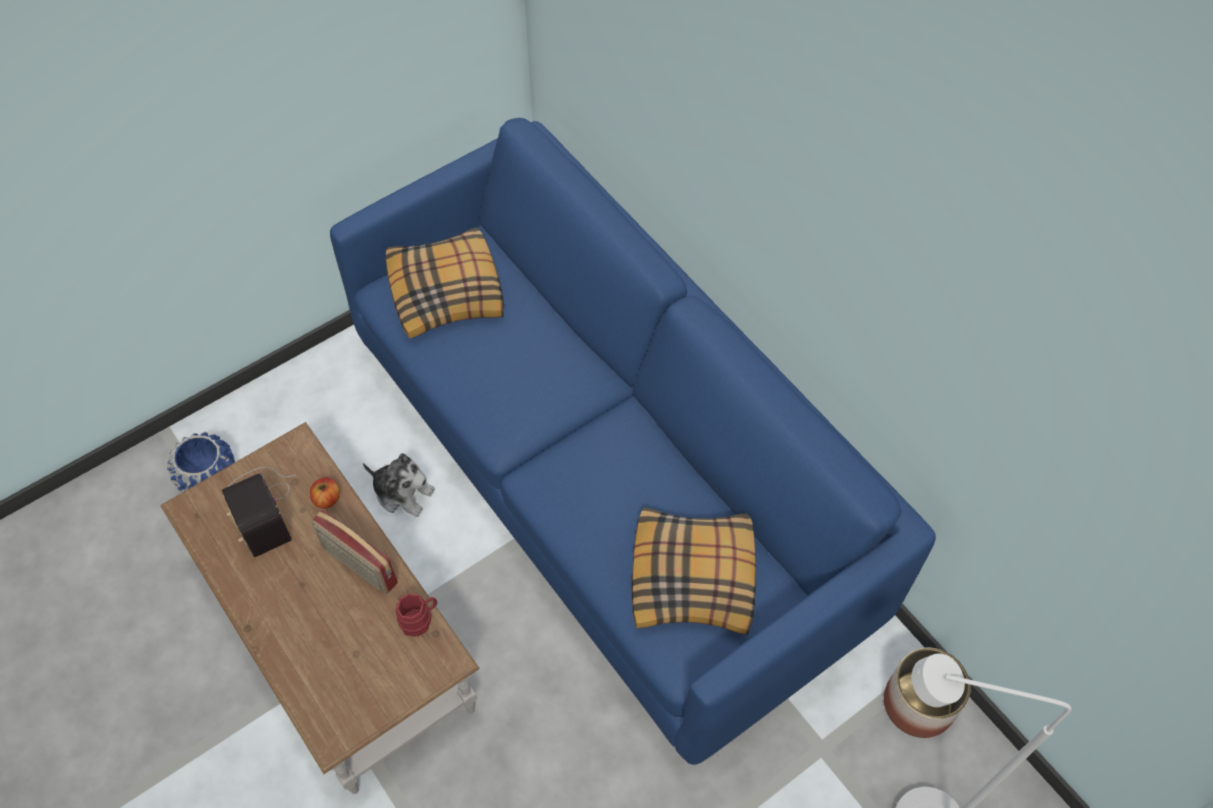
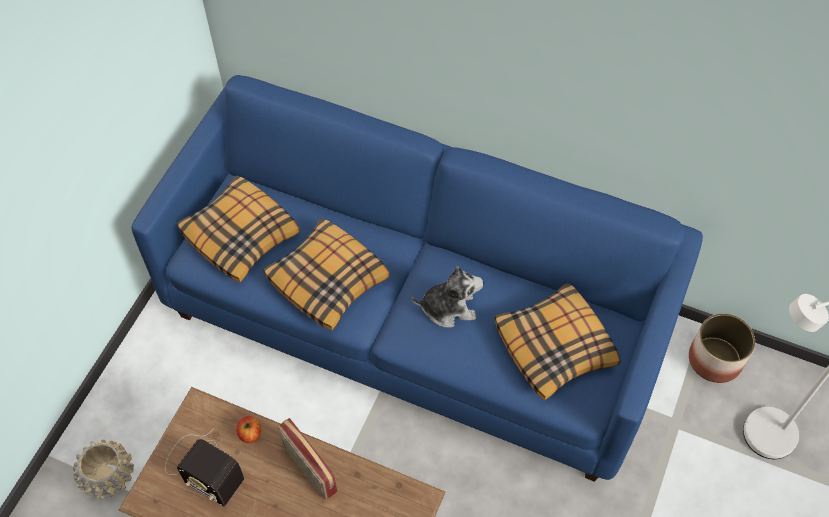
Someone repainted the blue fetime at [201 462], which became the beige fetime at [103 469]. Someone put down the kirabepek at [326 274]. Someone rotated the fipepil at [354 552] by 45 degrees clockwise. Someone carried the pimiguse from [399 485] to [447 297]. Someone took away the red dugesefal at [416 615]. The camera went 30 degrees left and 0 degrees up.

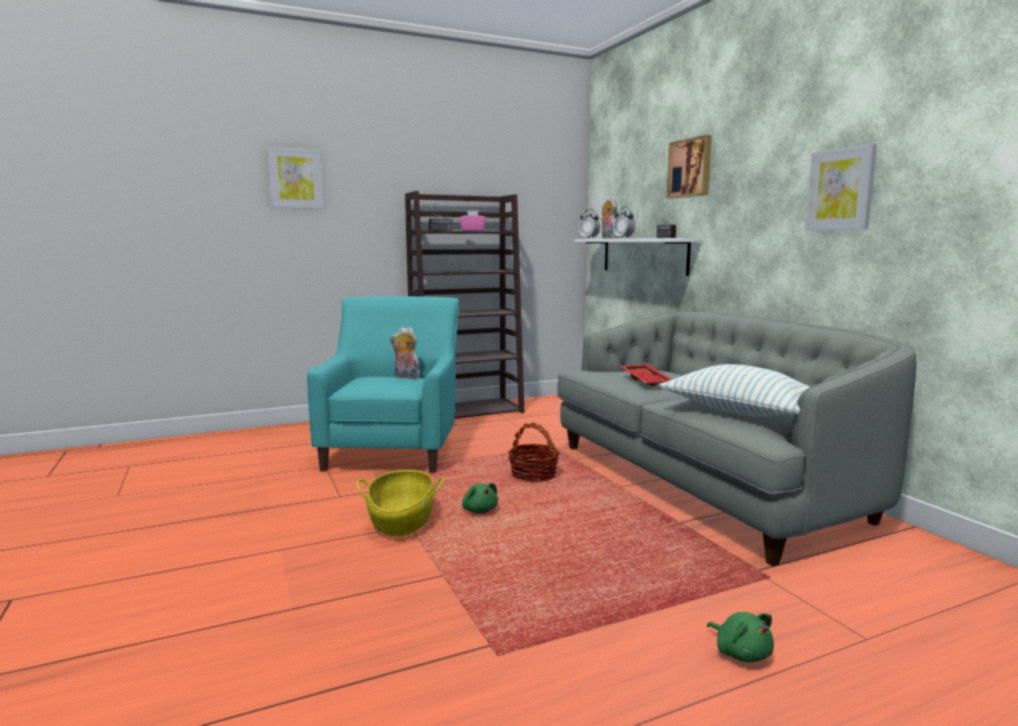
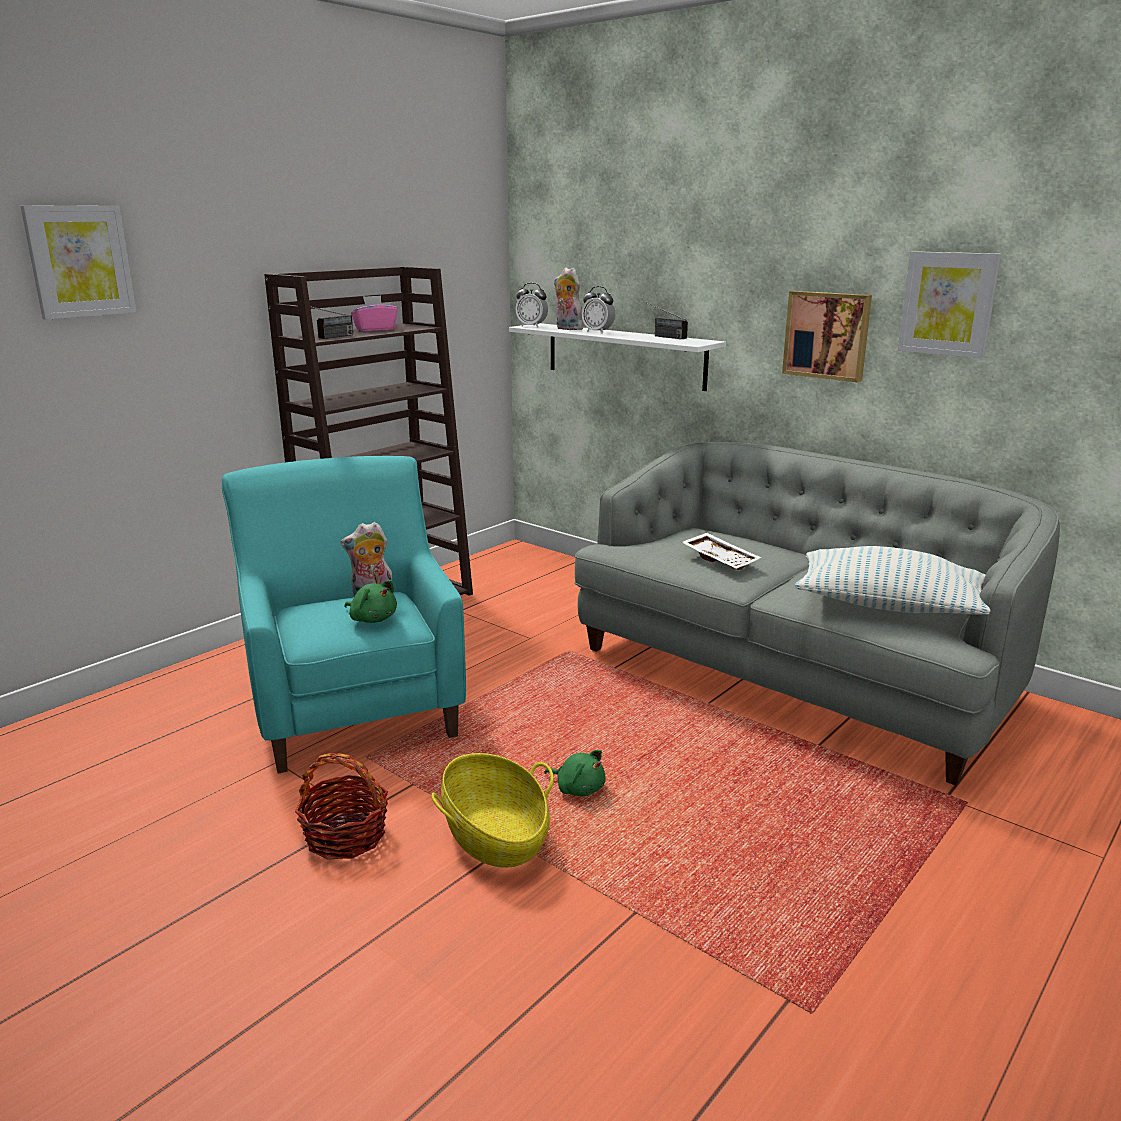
Someone carried the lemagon from [534 452] to [341 806]. Someone carried the green pimiguse from [740 637] to [371 601]. Someone repainted the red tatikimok at [647 375], which became the white tatikimok at [722 551]. Someone carried the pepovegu from [689 167] to [827 336]. The camera went 25 degrees left and 10 degrees up.

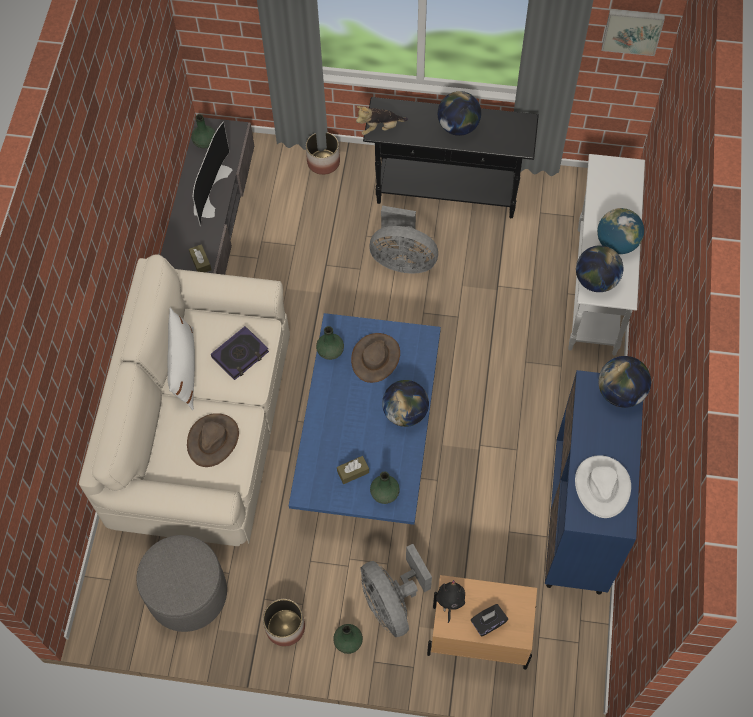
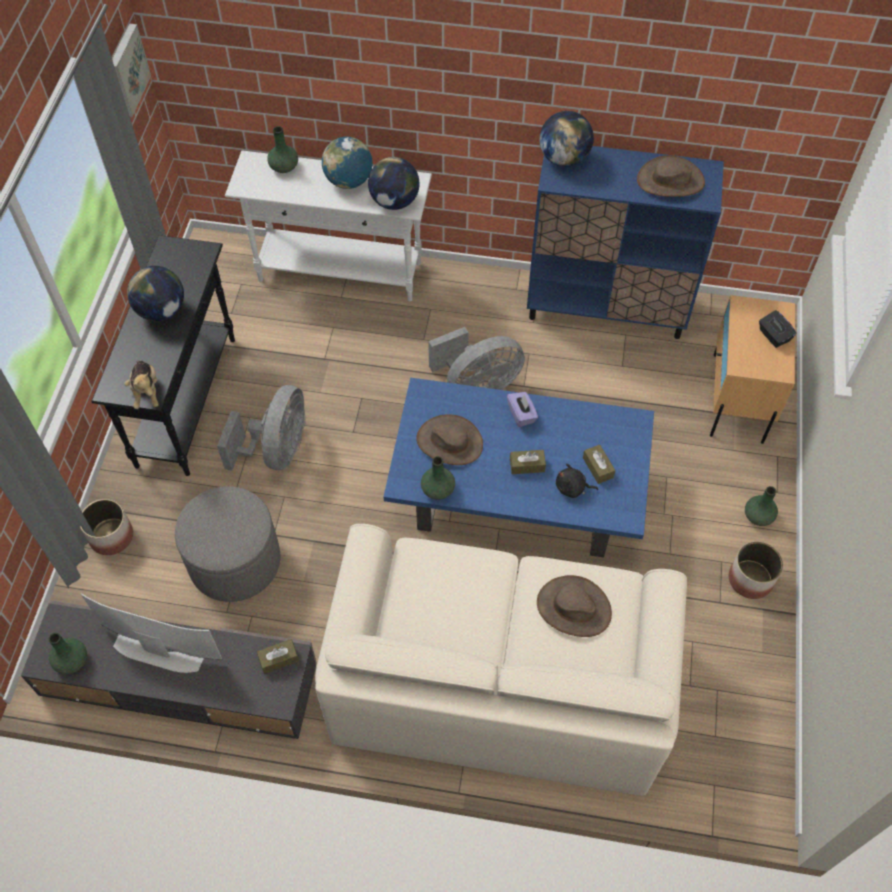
Someone carried the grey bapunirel from [181 583] to [228 544]. Someone carried the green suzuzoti from [385 487] to [282 149]. Someone carried the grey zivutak from [396 590] to [476 358]. Someone swapped the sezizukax at [405 403] for the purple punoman at [522 409]. Someone put down the brown punoman at [528 462]. Someone carried the black pimiguse from [450 601] to [577 481]. Someone repainted the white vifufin at [603 486], which became the brown vifufin at [671 176]. Someone took away the white kirabepek at [181 359]. Someone took away the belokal at [240 353]. The camera went 90 degrees left and 5 degrees down.

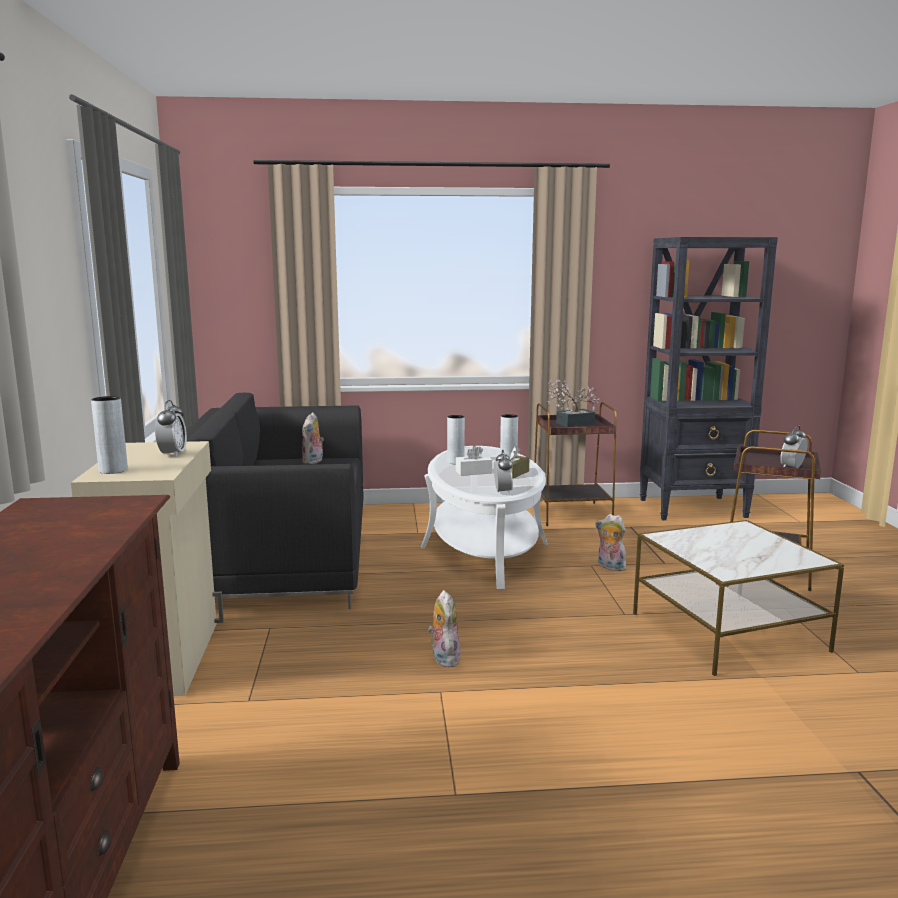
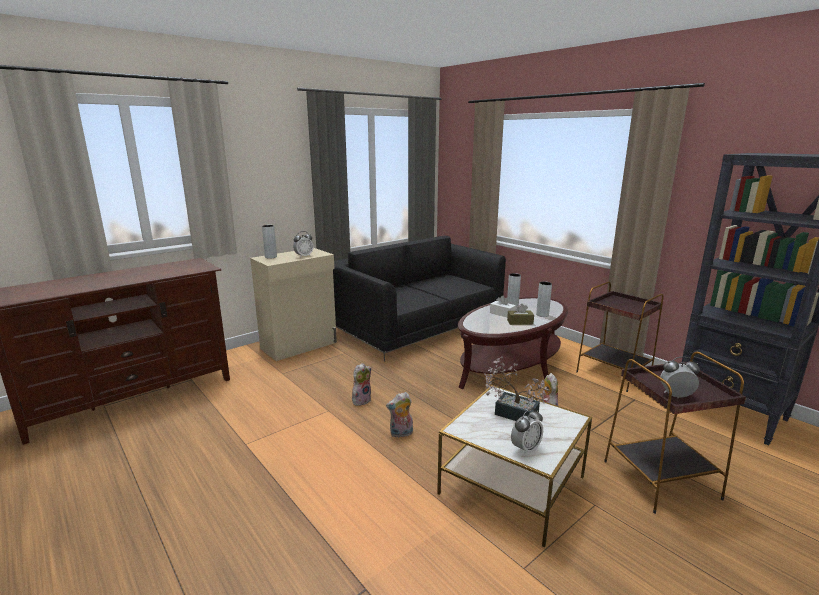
Someone carried the pimiguse from [313 438] to [399 415]. Someone repainted the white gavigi at [484 517], which became the brown gavigi at [513 343]. Someone carried the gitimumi from [573 403] to [516 388]. Someone carried the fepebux from [503 472] to [527 432]. The camera went 55 degrees right and 5 degrees up.

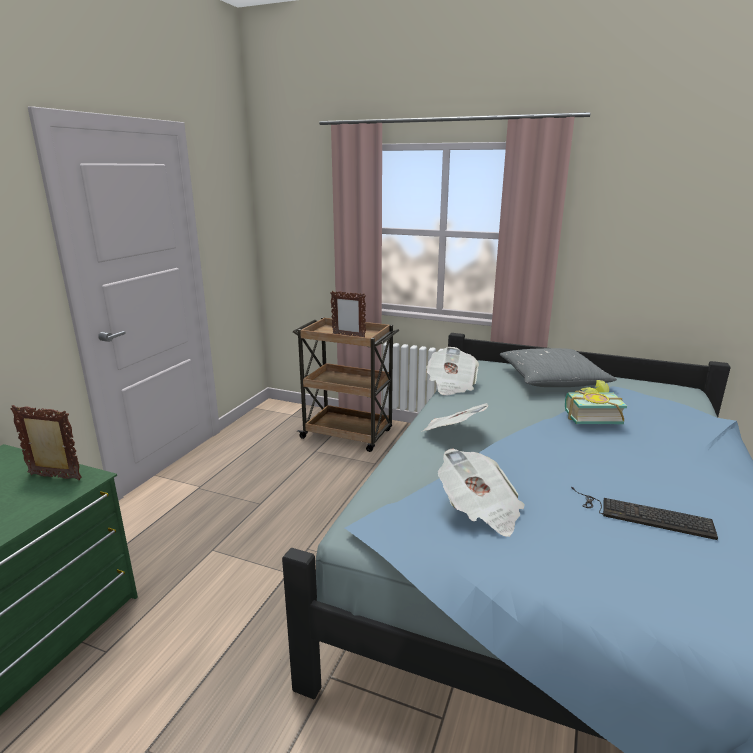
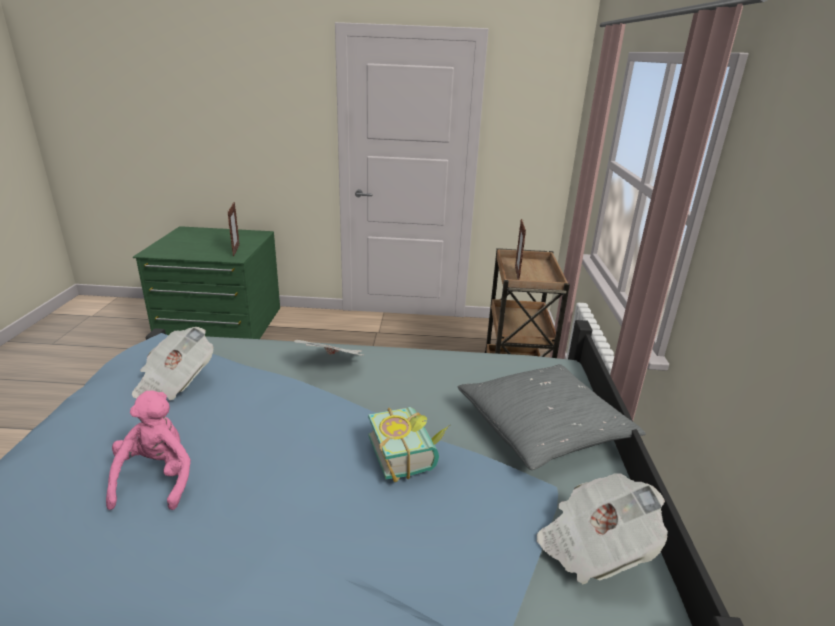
Someone swapped the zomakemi at [644 513] for the pink pimiguse at [148 450]. Someone carried the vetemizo from [452 371] to [602 528]. The camera went 70 degrees right and 5 degrees up.

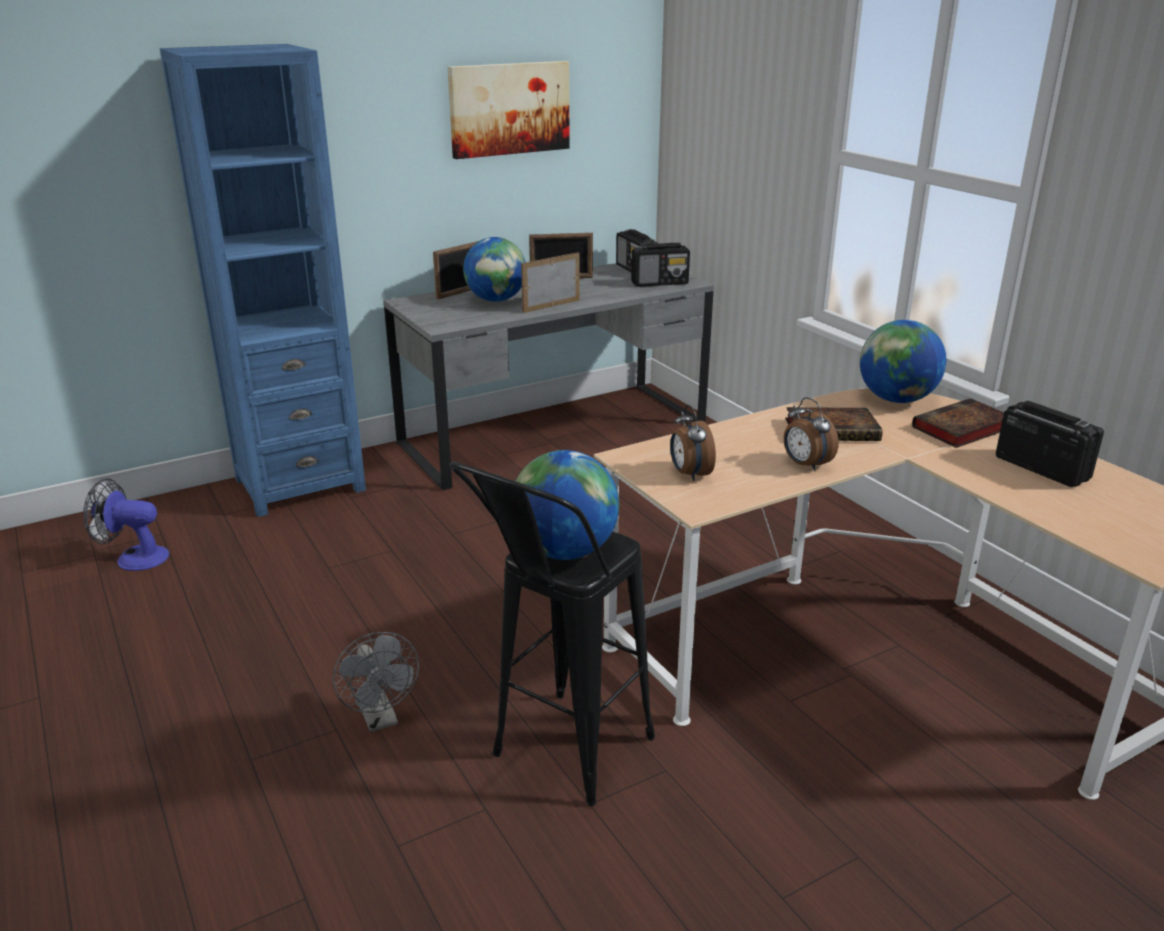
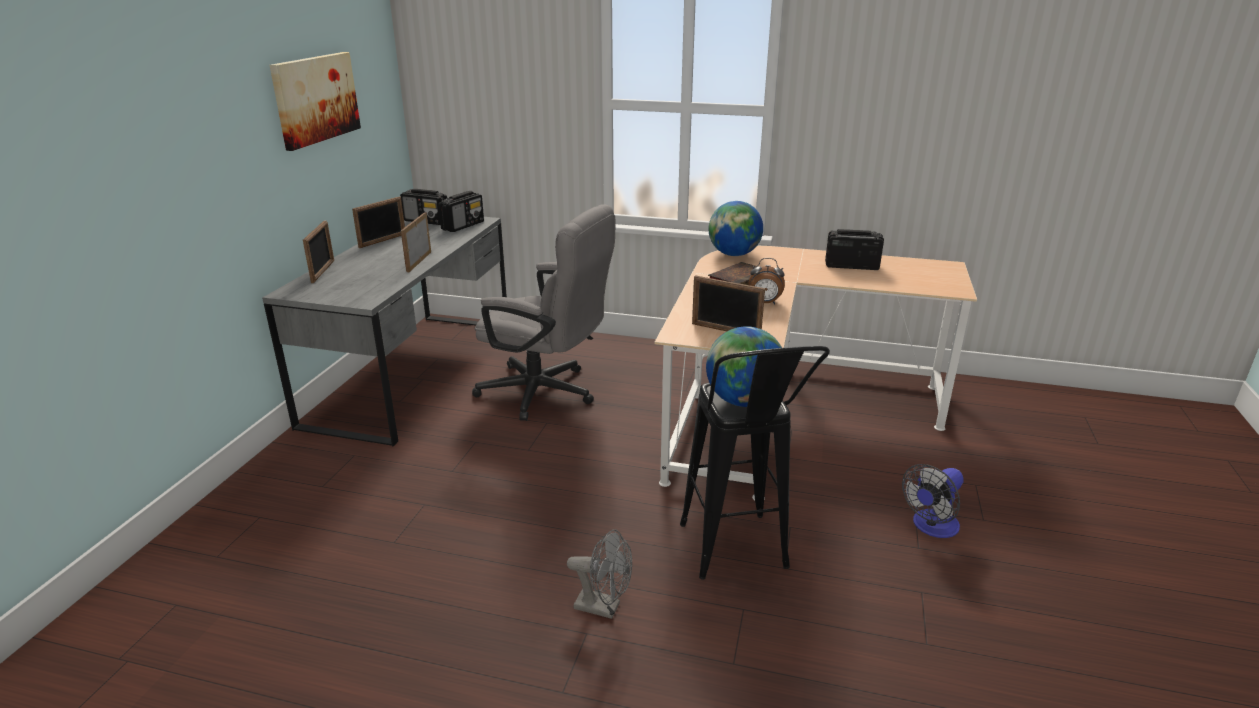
Someone put down the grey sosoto at [544 312]. Someone swapped the fepebux at [693 443] for the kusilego at [728 303]. Someone carried the zivutak from [126 524] to [932 501]. Someone took away the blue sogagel at [263 280]. Someone took away the sezizukax at [494 269]. Someone took away the belokal at [958 423]. The camera went 45 degrees left and 0 degrees up.

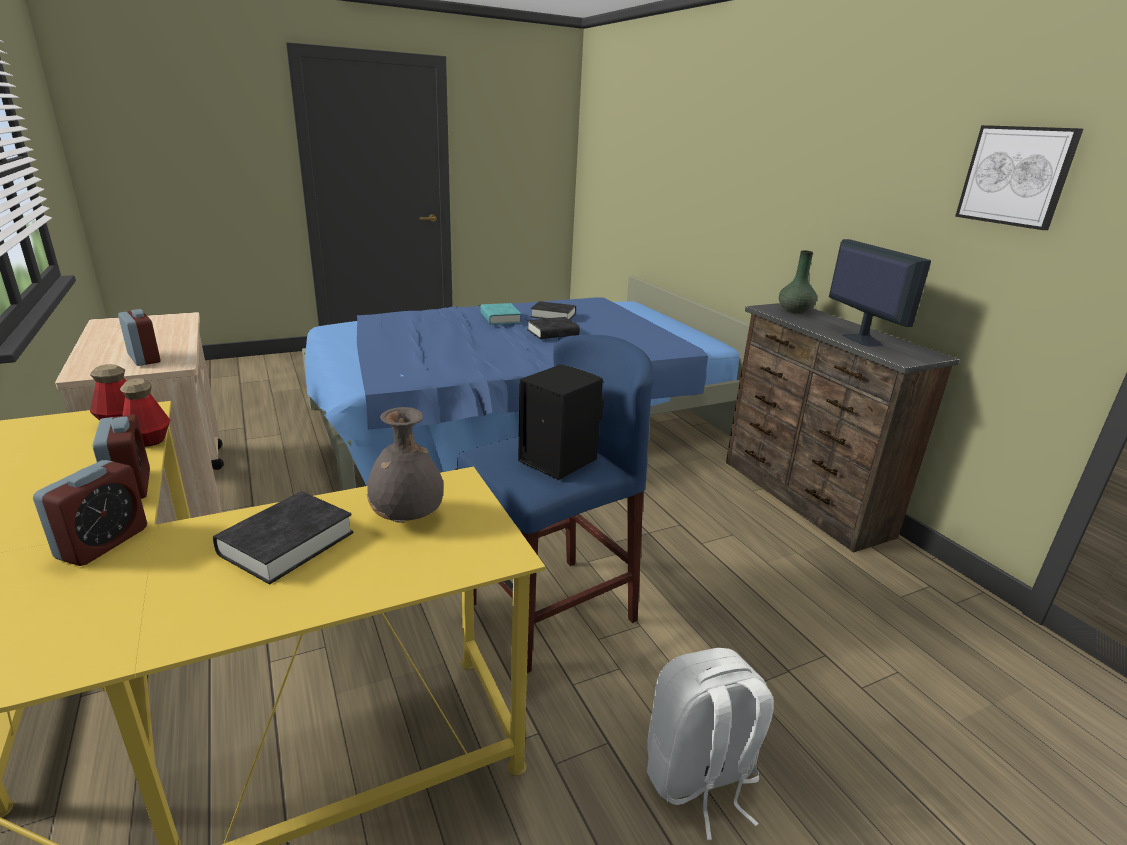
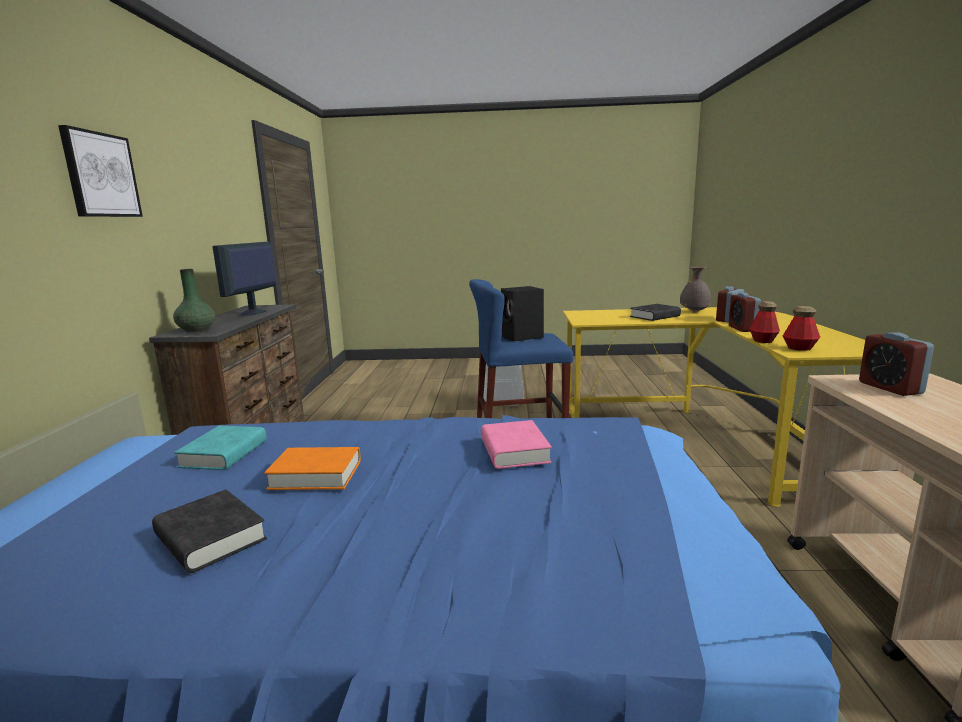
Someone carried the pepovegu from [1019 177] to [100 171]. Someone carried the turquoise belokal from [500 314] to [220 448]. Someone repainted the black belokal at [553 328], which became the orange belokal at [312 468]. Someone put down the pink belokal at [516 444]. Someone carried the grey suzuzoti from [405 465] to [695 290]. The camera went 150 degrees left and 10 degrees down.

